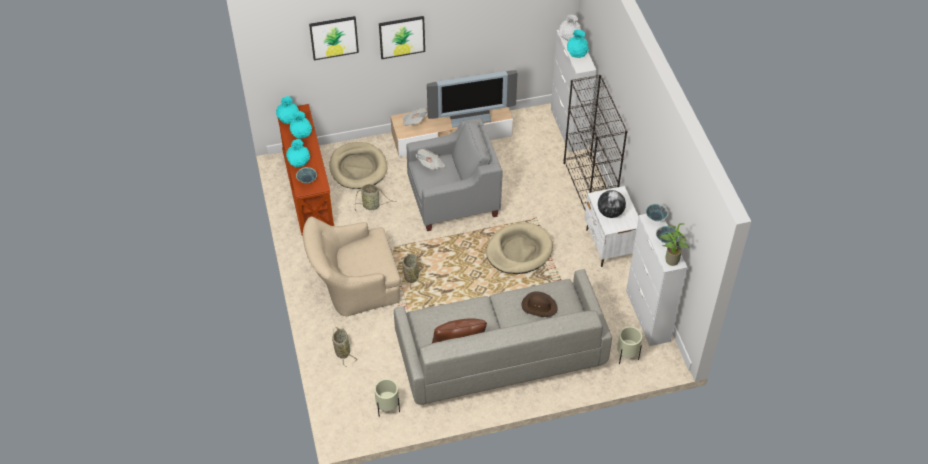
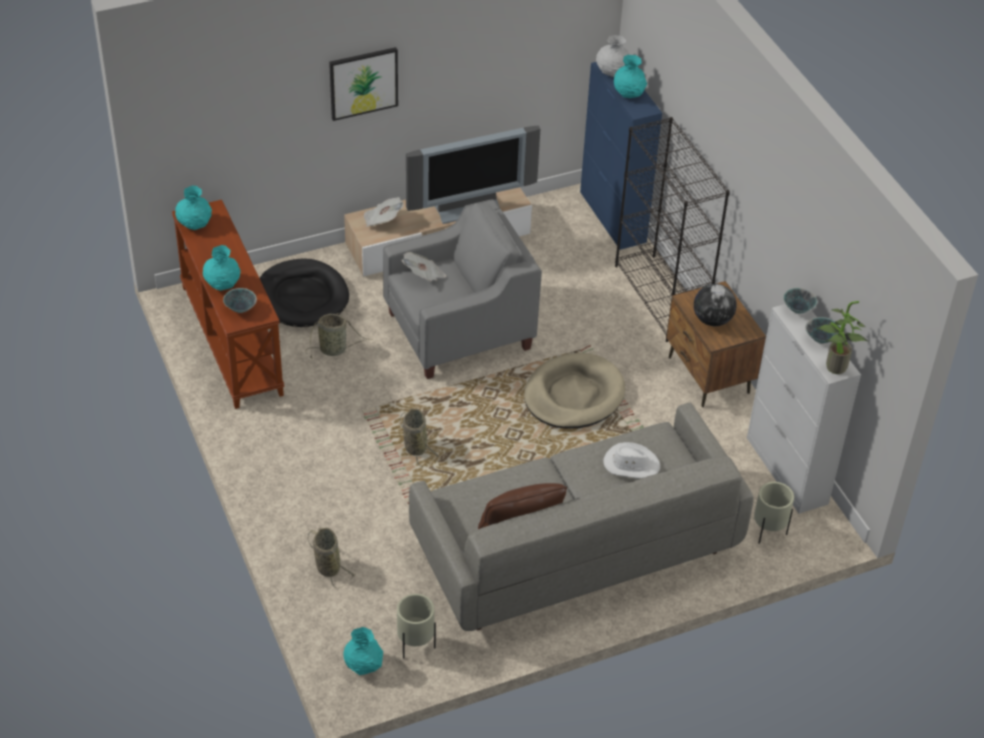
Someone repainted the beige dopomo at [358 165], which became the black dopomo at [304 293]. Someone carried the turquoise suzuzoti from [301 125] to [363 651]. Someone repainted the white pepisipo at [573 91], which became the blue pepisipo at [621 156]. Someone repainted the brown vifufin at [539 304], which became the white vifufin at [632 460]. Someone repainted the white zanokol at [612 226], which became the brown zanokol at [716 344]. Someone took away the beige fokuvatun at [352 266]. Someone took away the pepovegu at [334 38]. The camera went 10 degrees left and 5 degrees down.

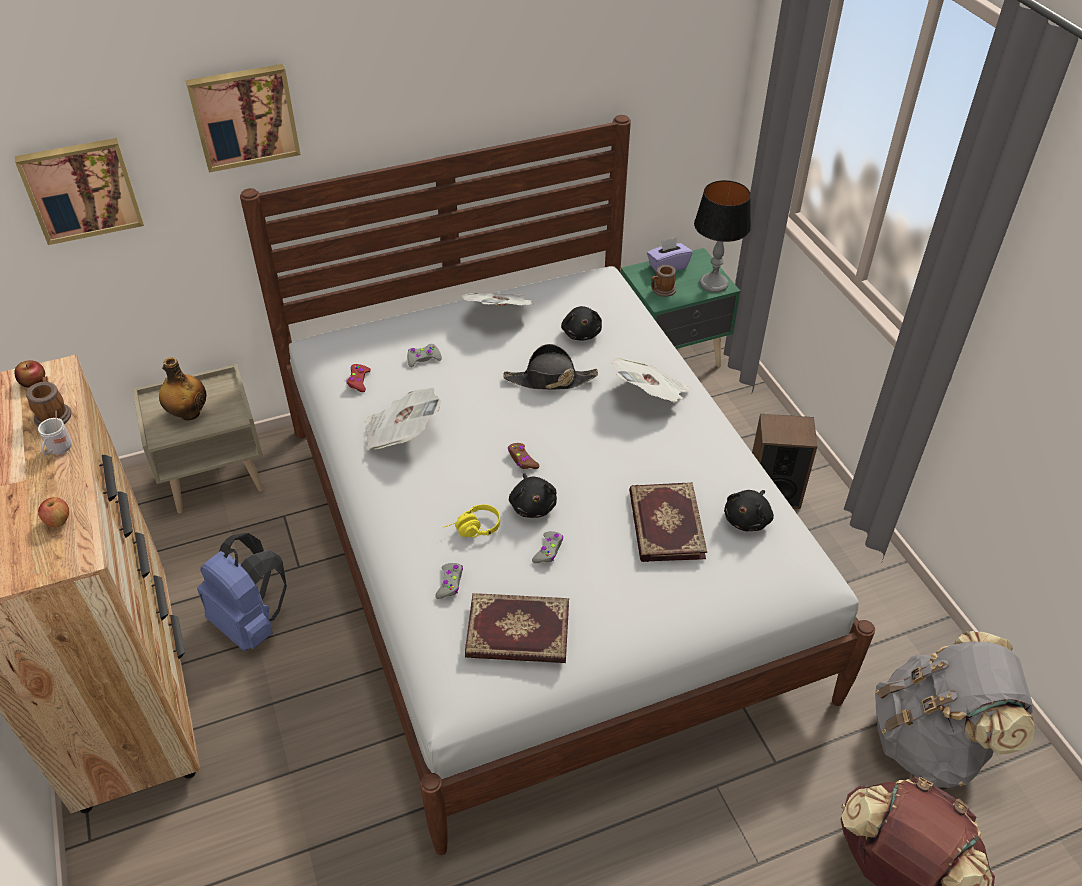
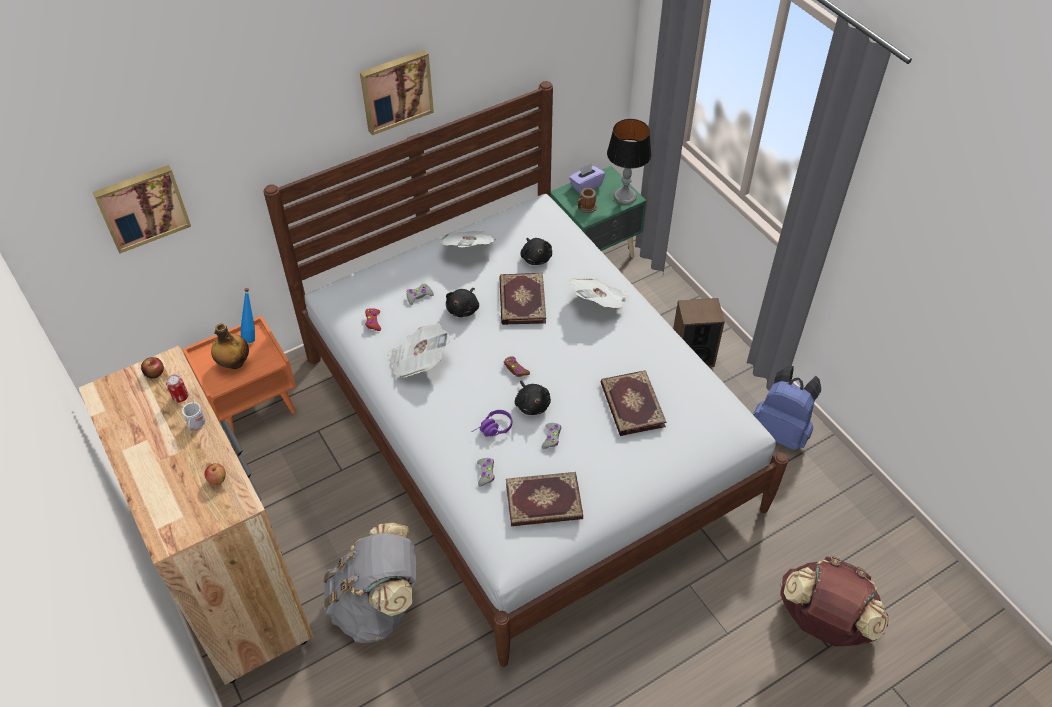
Someone swapped the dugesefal at [49 402] for the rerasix at [177 388]. Someone repainted the beige zanokol at [198 439], which became the orange zanokol at [239 375]. Someone put down the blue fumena at [248 315]. Someone carried the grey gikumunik from [955 709] to [370 583]. Someone carried the pepovegu from [243 118] to [397 92]. Someone carried the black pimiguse from [749 510] to [462 302]. Someone repainted the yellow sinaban at [471 520], which became the purple sinaban at [492 423]. Someone swapped the black vifufin at [550 367] for the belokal at [522 299]. Someone carried the blue gikumunik from [242 592] to [787 408]. The camera went 10 degrees left and 5 degrees up.

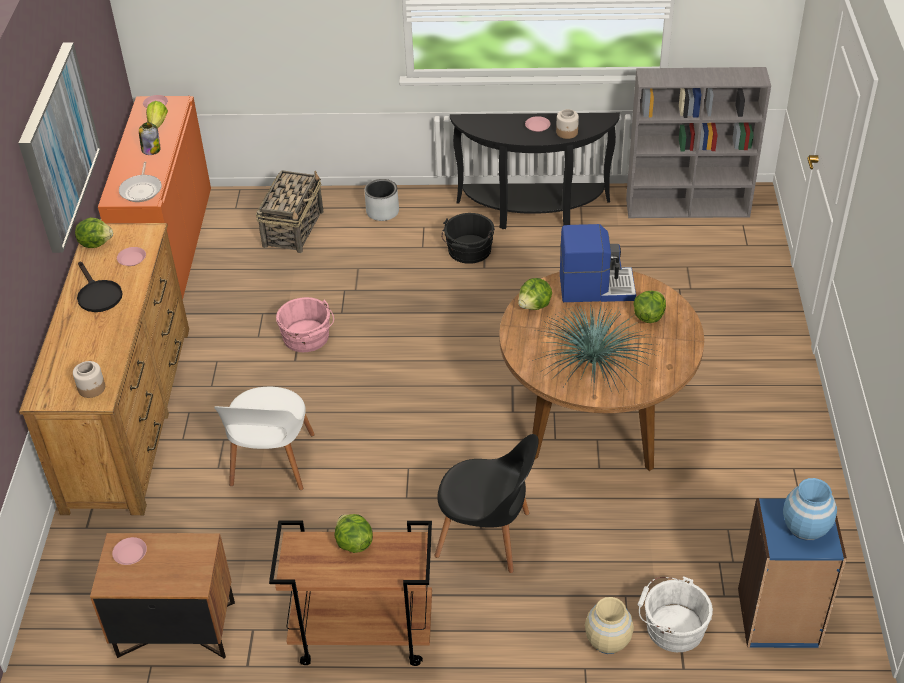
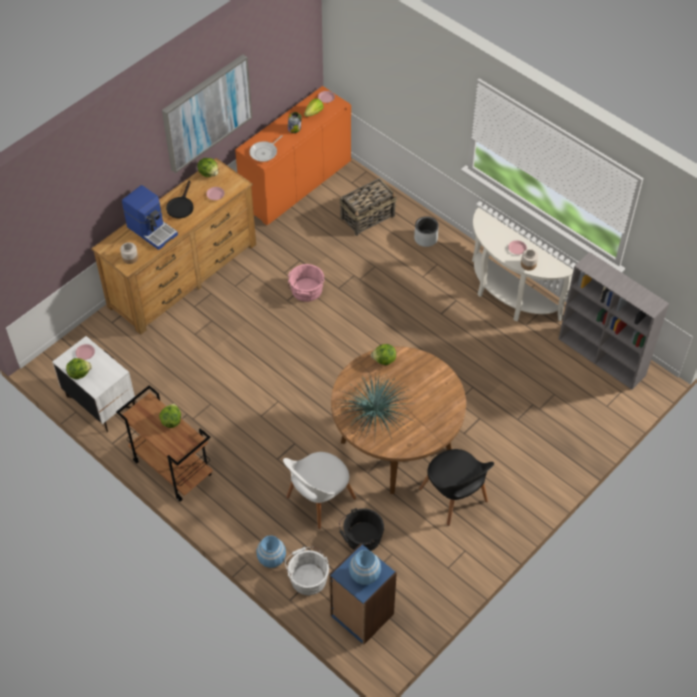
Someone repainted the brown zanokol at [162 596], which became the white zanokol at [93 384]. Someone carried the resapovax from [650 306] to [79 368]. Someone carried the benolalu from [598 263] to [150 217]. Someone repainted the beige suzuzoti at [609 625], which became the blue suzuzoti at [271 551]. Someone carried the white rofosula from [264 438] to [319 490]. Someone carried the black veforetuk from [468 238] to [361 529]. Someone carried the black rofosula from [486 503] to [456 487]. Someone repainted the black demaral at [535 171], which became the white demaral at [522 264]. The camera went 40 degrees right and 10 degrees up.

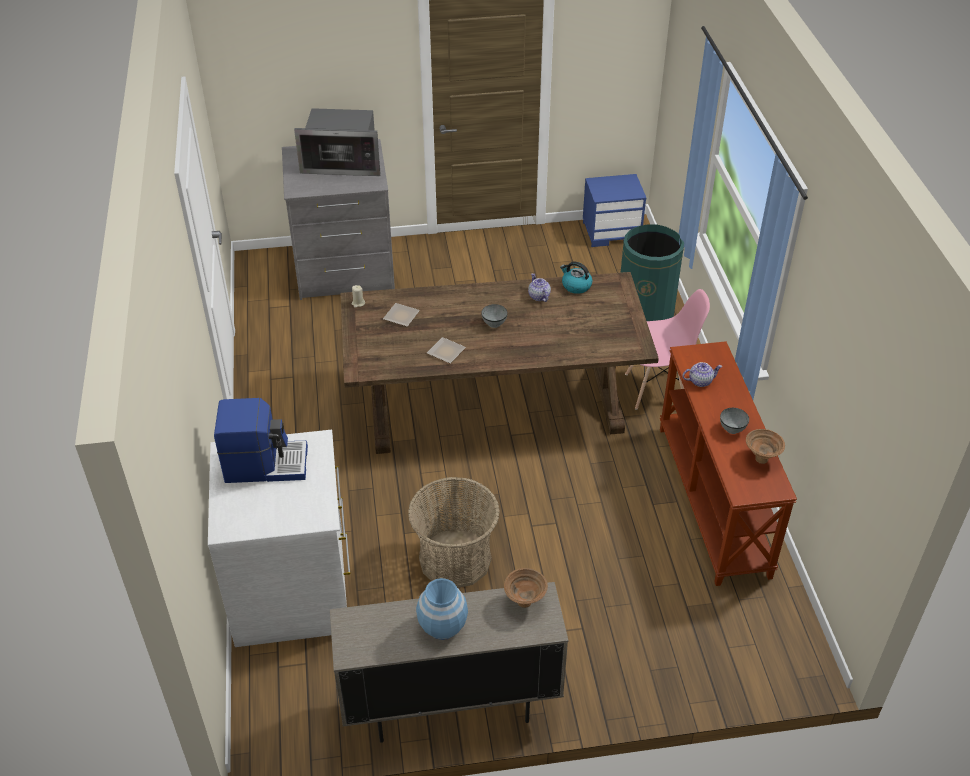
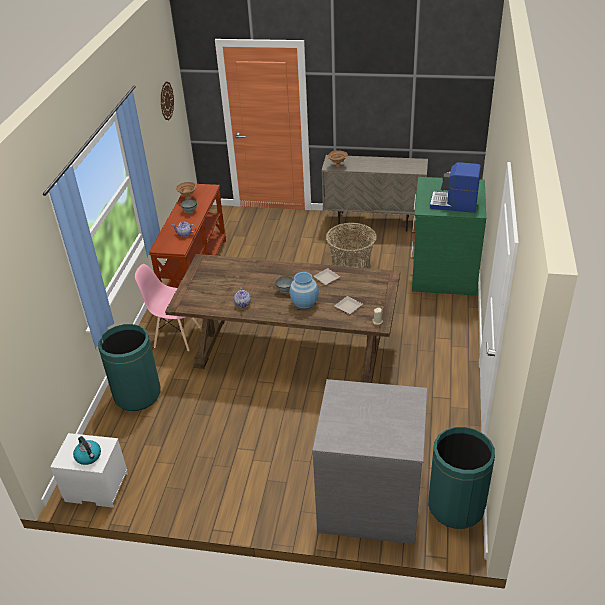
Someone repainted the blue zanokol at [614 210], which became the white zanokol at [89 470]. Someone carried the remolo from [576 278] to [87 450]. Someone put up the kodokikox at [167 100]. Someone carried the blue suzuzoti from [442 609] to [304 291]. Someone repainted the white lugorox at [279 538], which became the green lugorox at [448 236]. Someone put down the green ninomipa at [461 478]. Someone took away the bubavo at [337 142]. The camera went 160 degrees left and 5 degrees down.

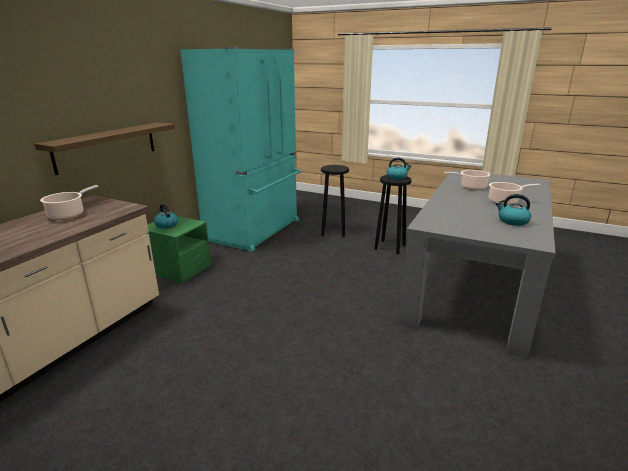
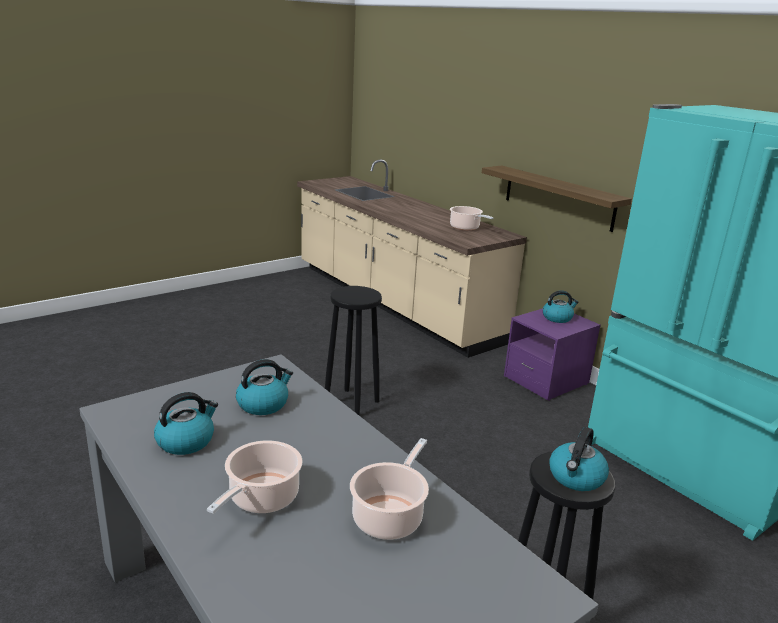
Someone put down the remolo at [264 387]. Someone carried the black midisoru from [335 201] to [353 351]. Someone repainted the green zanokol at [179 250], which became the purple zanokol at [552 354]. The camera went 115 degrees right and 0 degrees up.

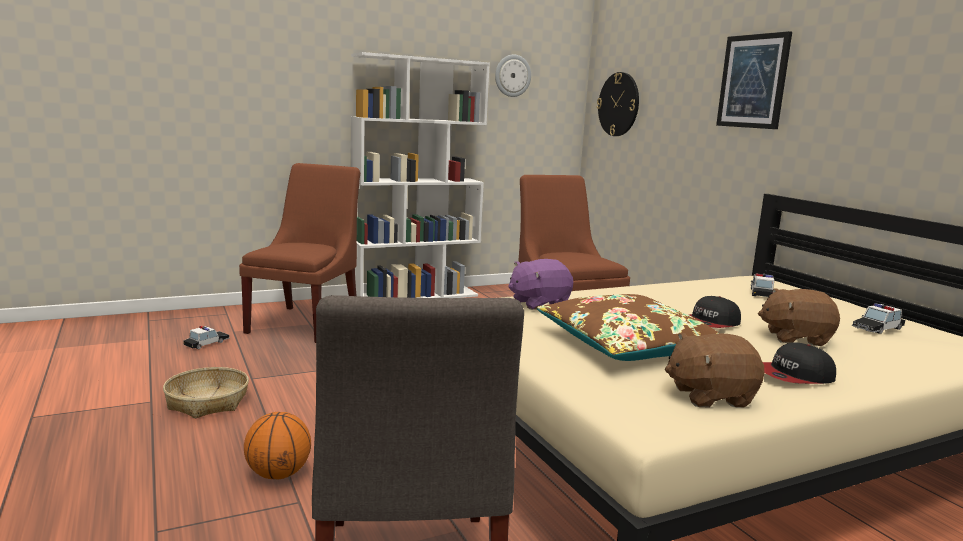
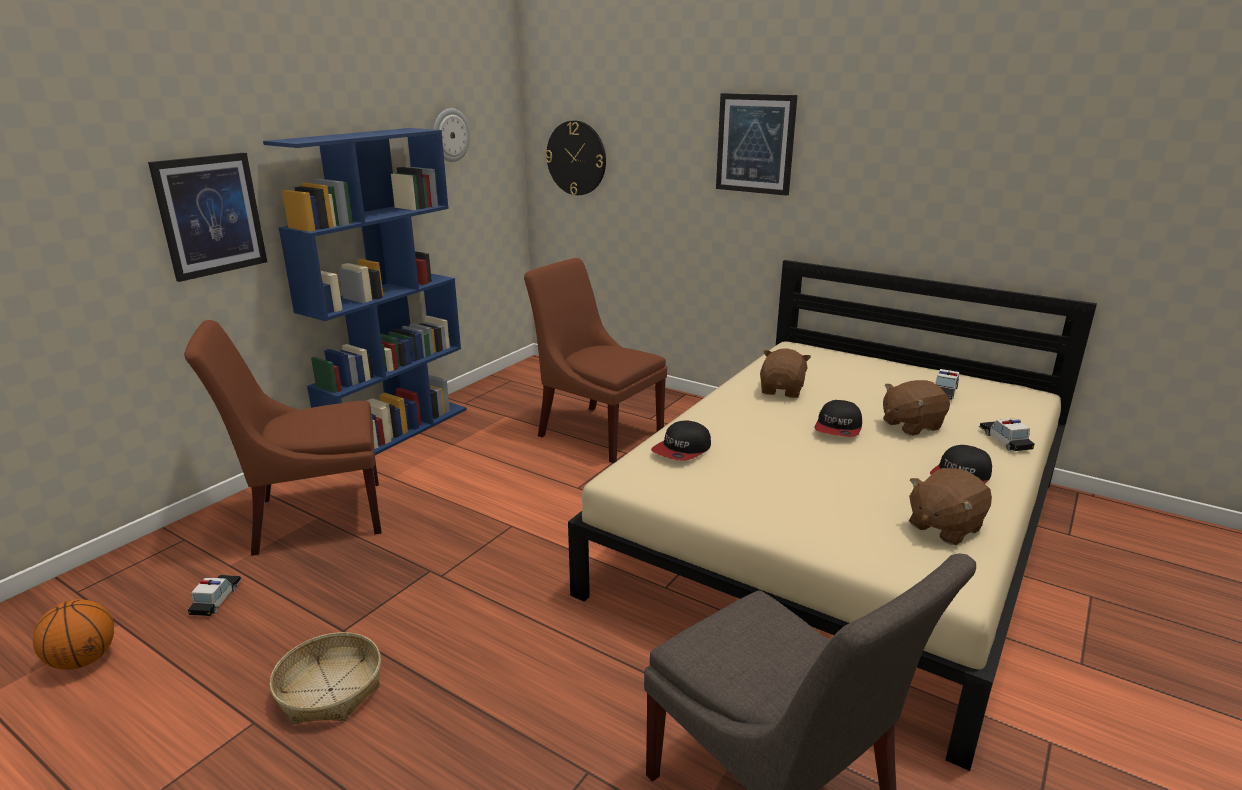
Someone carried the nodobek from [277 445] to [73 634]. Someone put up the pepovegu at [207 217]. Someone rotated the brown rofosula at [299 253] by 90 degrees counterclockwise. Someone repainted the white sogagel at [420 175], which became the blue sogagel at [365 291]. Someone swapped the purple pimiguse at [540 284] for the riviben at [681 440]. Someone put down the brown pimiguse at [785 373]. Someone carried the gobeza from [762 285] to [1006 434]. Someone took away the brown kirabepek at [628 327]. The camera went 30 degrees left and 10 degrees up.

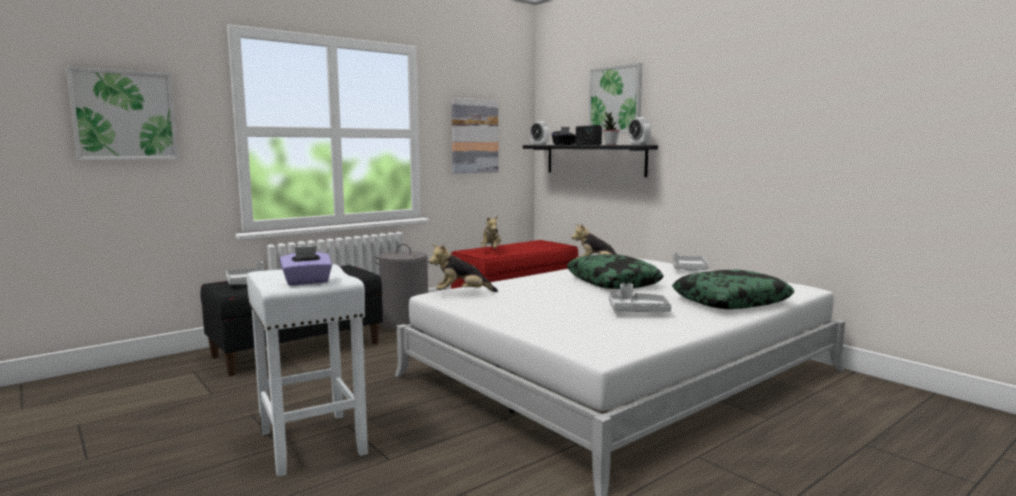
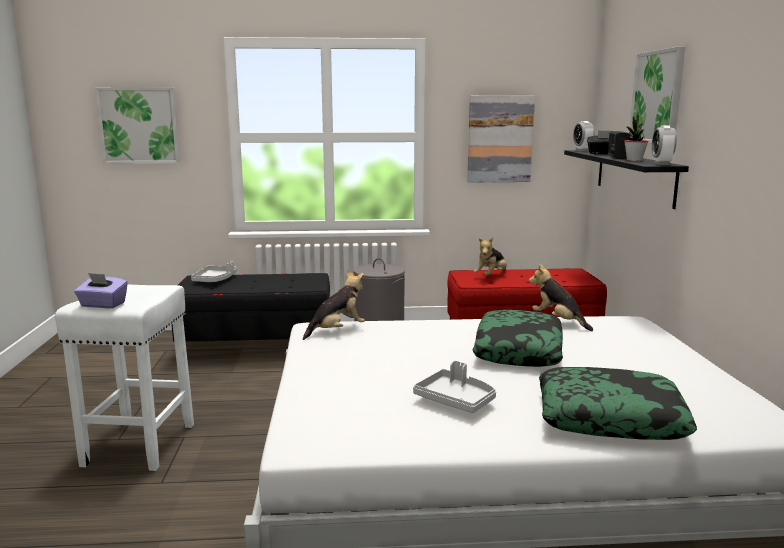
Someone rotated the pimiguse at [463 268] by 120 degrees clockwise. Someone took away the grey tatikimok at [690 261]. The camera went 35 degrees right and 5 degrees up.

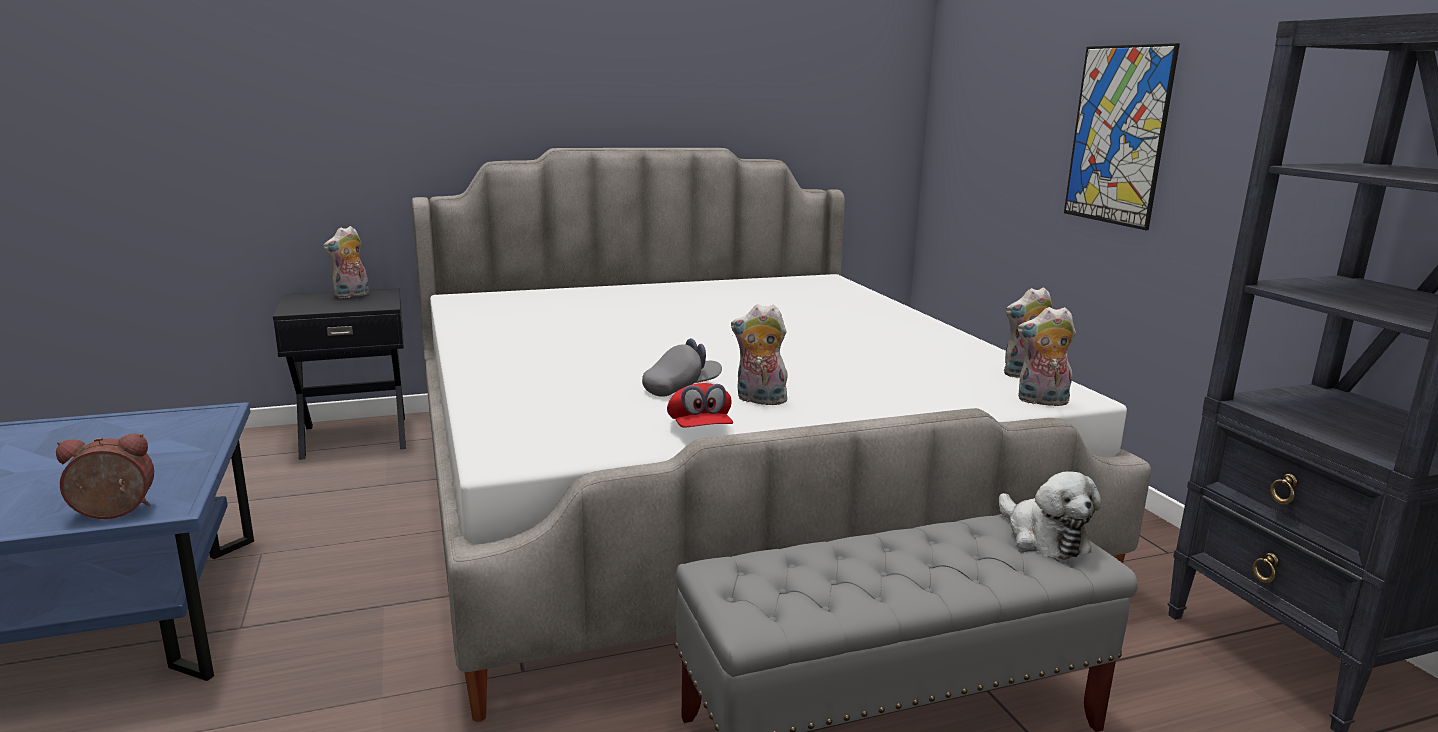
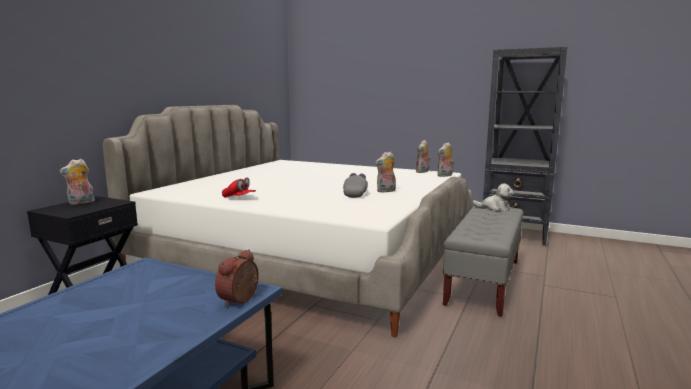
Someone rotated the pimiguse at [346 262] by 60 degrees clockwise. Someone carried the red riviben from [700 405] to [239 188]. Someone took away the pepovegu at [1122 136]. The camera went 45 degrees left and 5 degrees down.

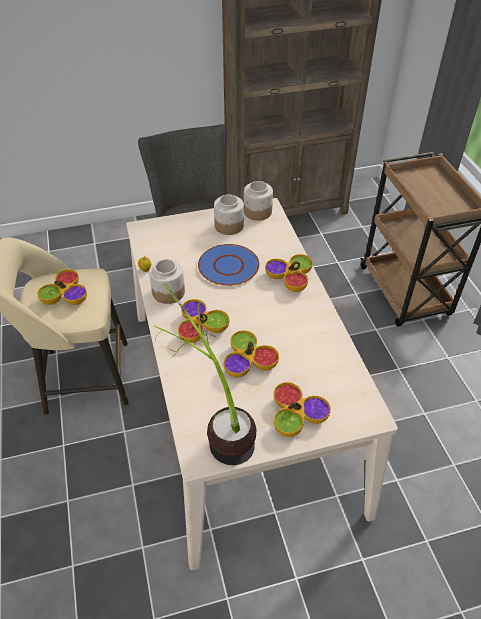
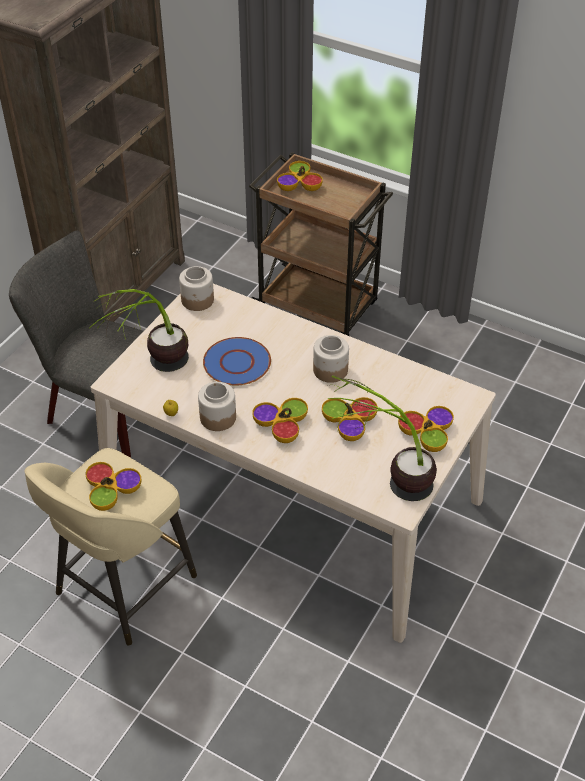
Someone put down the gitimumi at [139 330]. Someone carried the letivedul from [289 273] to [300 176]. Someone carried the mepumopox from [229 214] to [331 359]. The camera went 45 degrees left and 0 degrees up.

